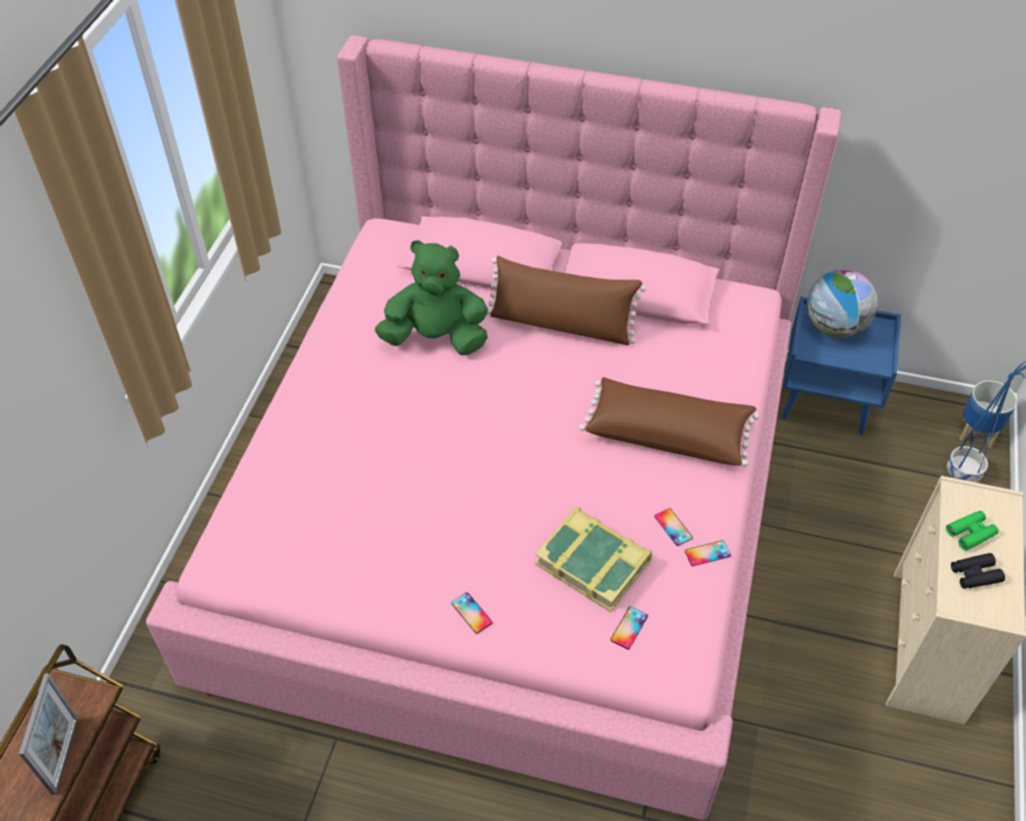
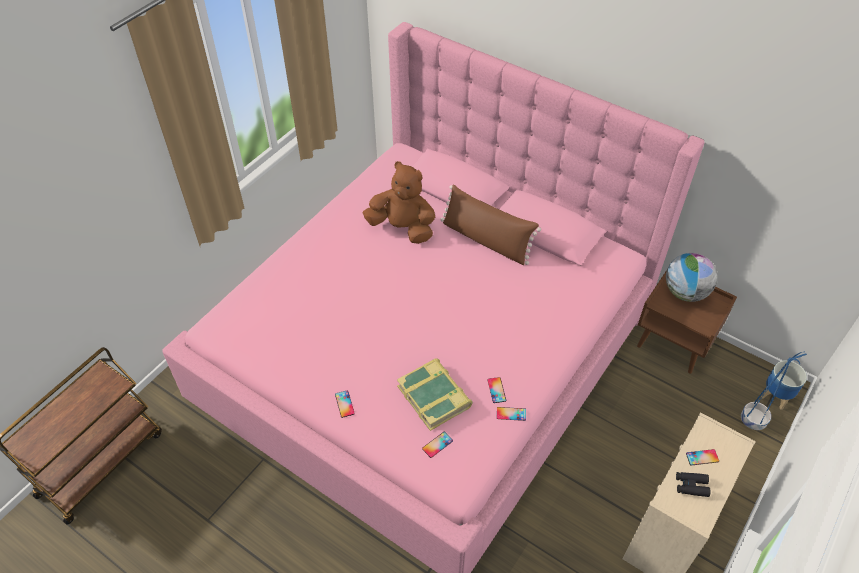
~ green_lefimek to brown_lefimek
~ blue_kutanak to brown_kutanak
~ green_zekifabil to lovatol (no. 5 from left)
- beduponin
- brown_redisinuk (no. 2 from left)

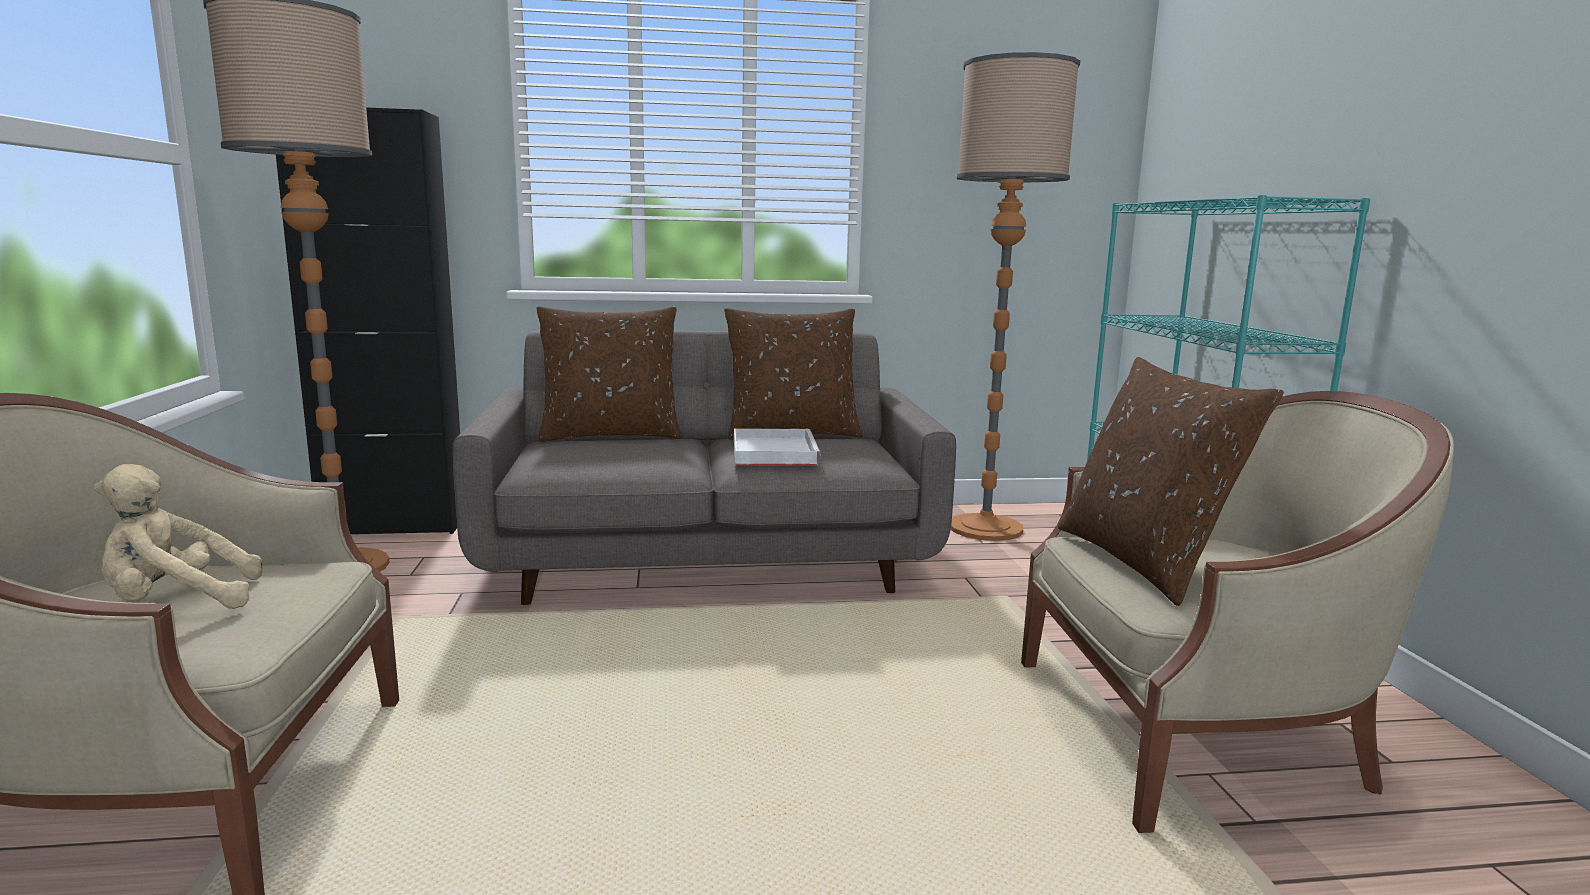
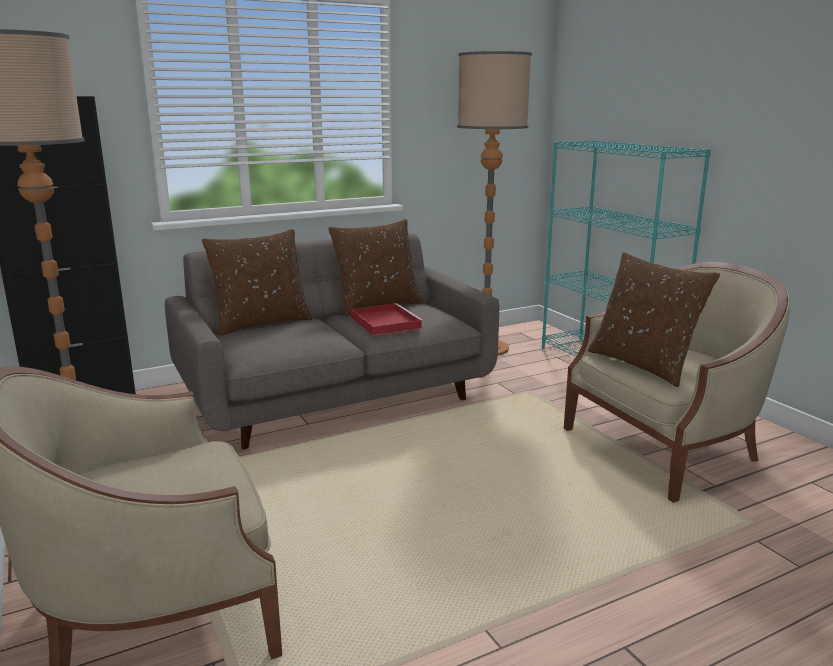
~ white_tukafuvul to red_tukafuvul
- beige_lefimek

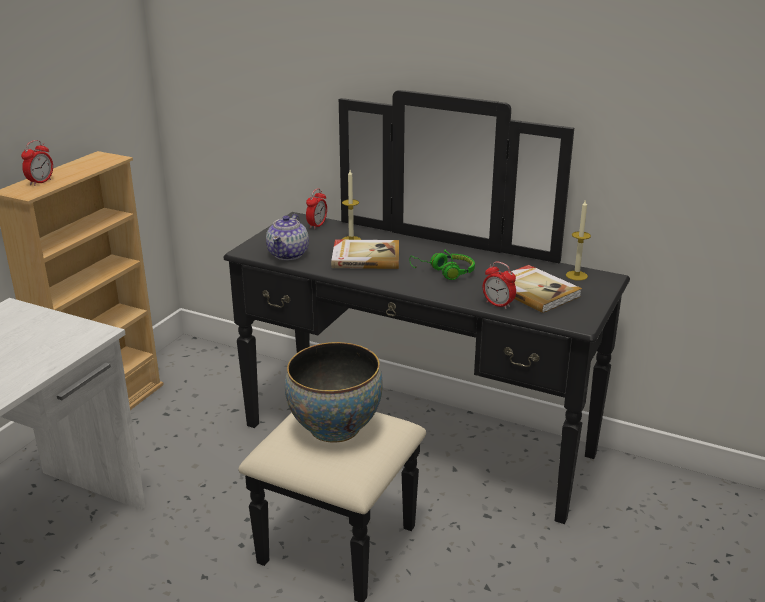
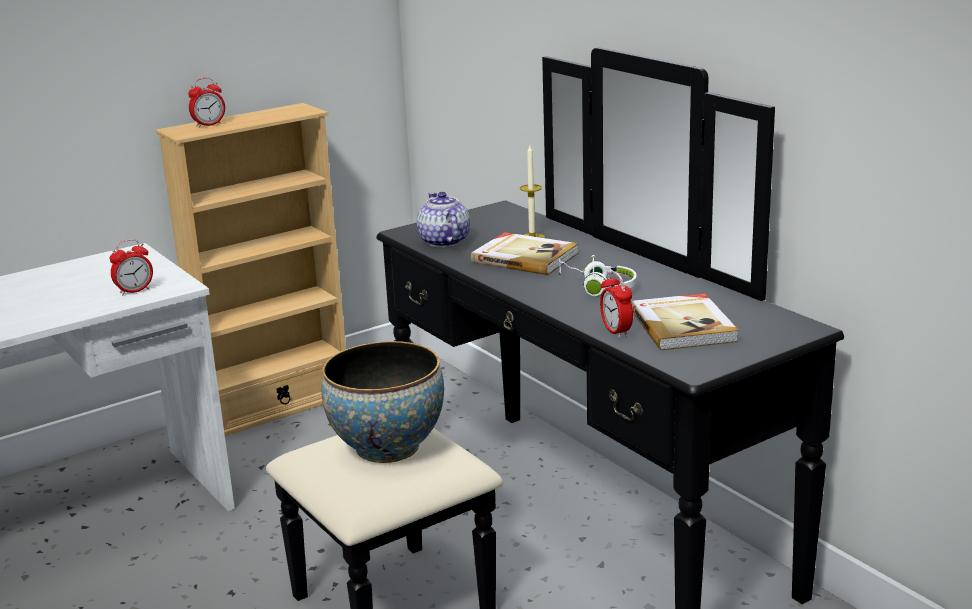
~ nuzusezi (no. 2 from left in the first image) to nuzusezi (no. 1 from left)
~ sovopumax 120 degrees clockwise
~ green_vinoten to white_vinoten
- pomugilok (no. 2 from left)

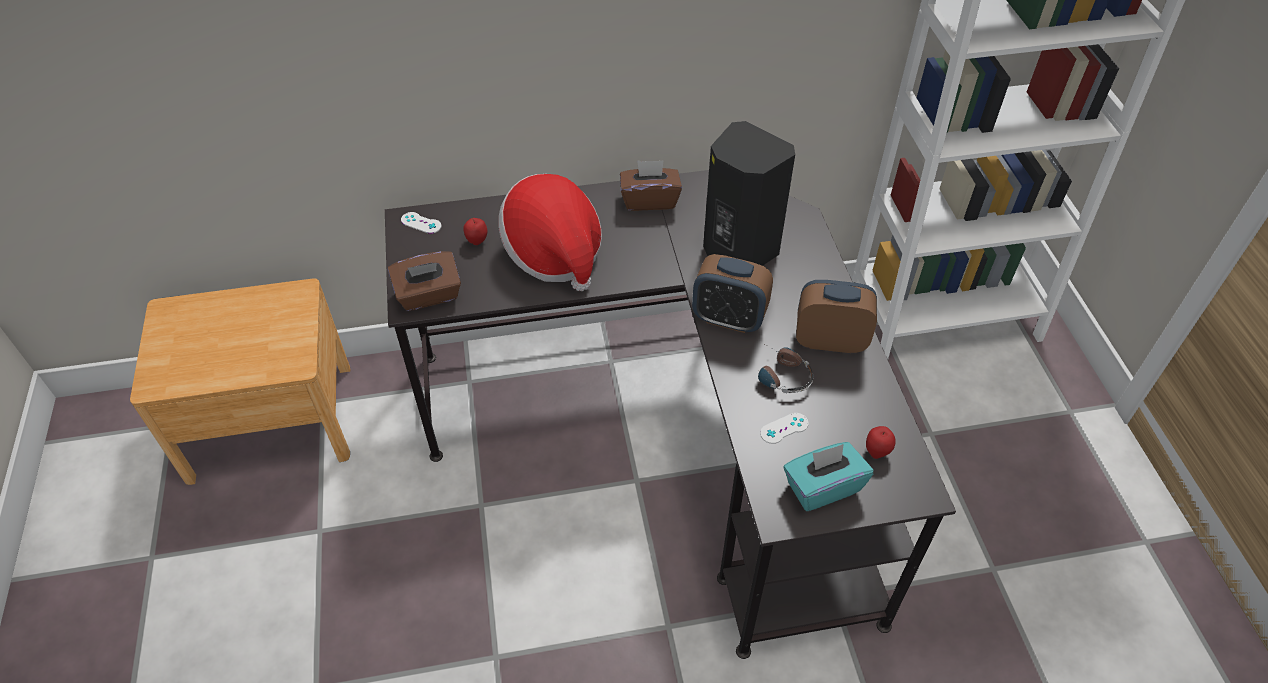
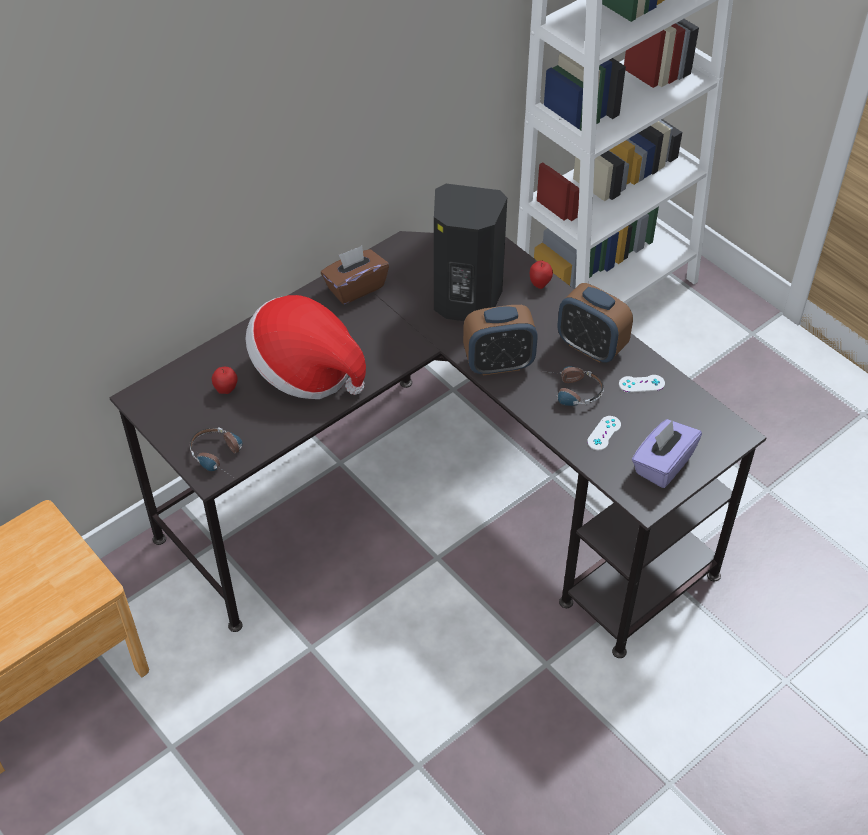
~ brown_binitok (no. 1 from left) to vinoten (no. 1 from left)
~ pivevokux (no. 2 from left)
~ nuzusezi (no. 2 from left) 120 degrees counterclockwise
~ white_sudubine (no. 1 from left in the first image) to white_sudubine (no. 2 from left)
~ turquoise_binitok to purple_binitok

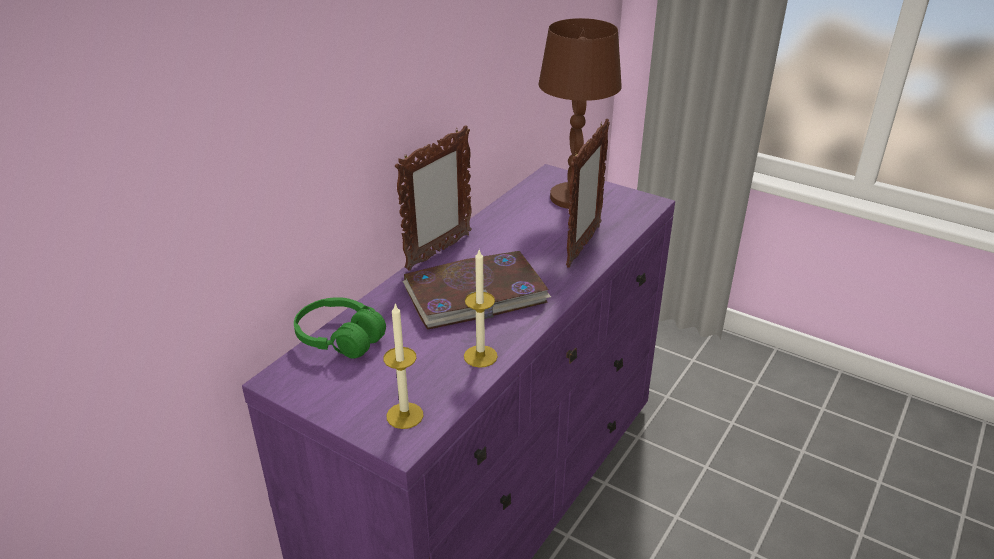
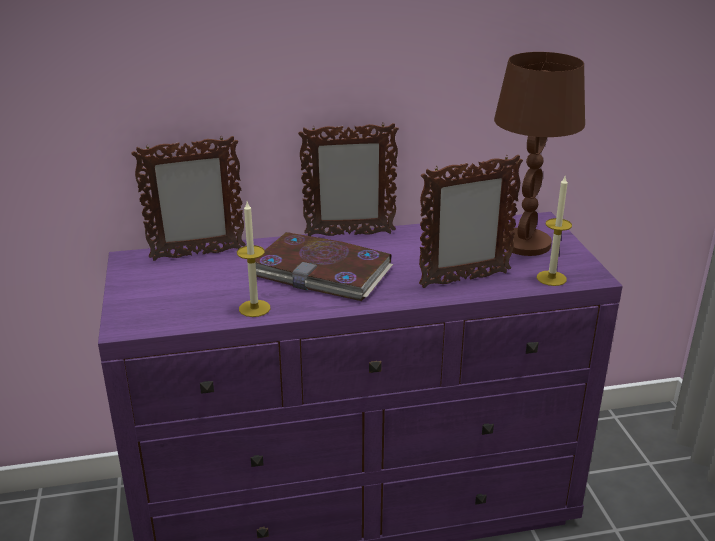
~ green_vinoten to beduponin (no. 1 from left)
~ pomugilok (no. 1 from left in the first image) to pomugilok (no. 2 from left)

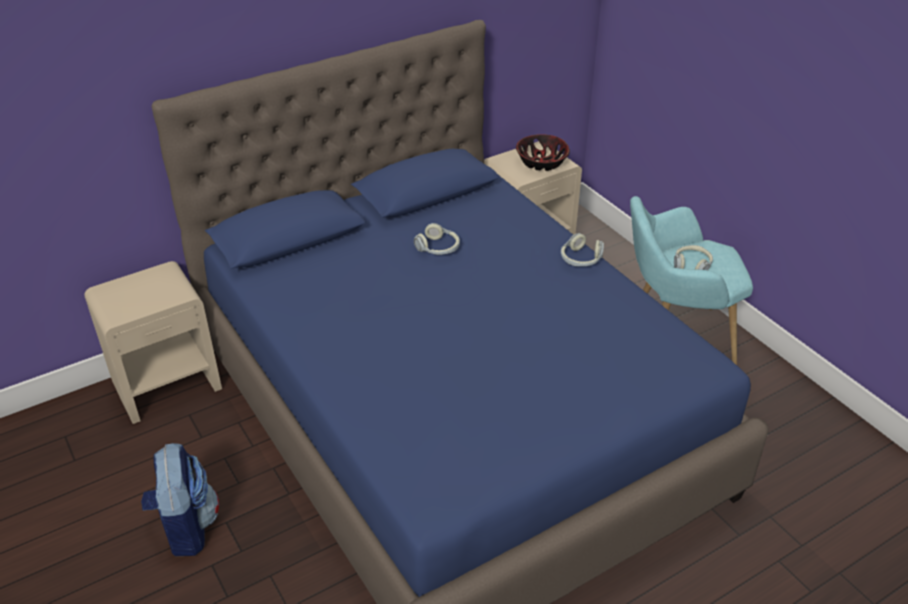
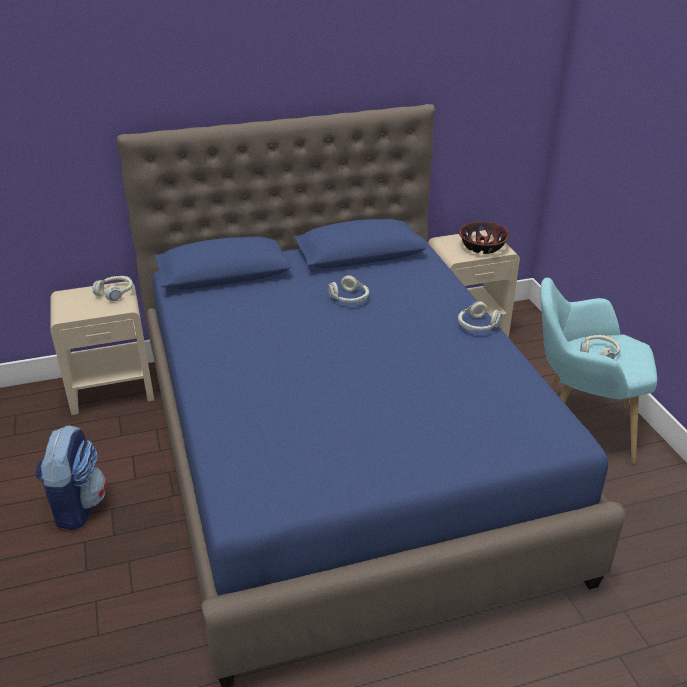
+ vinoten (no. 1 from left)

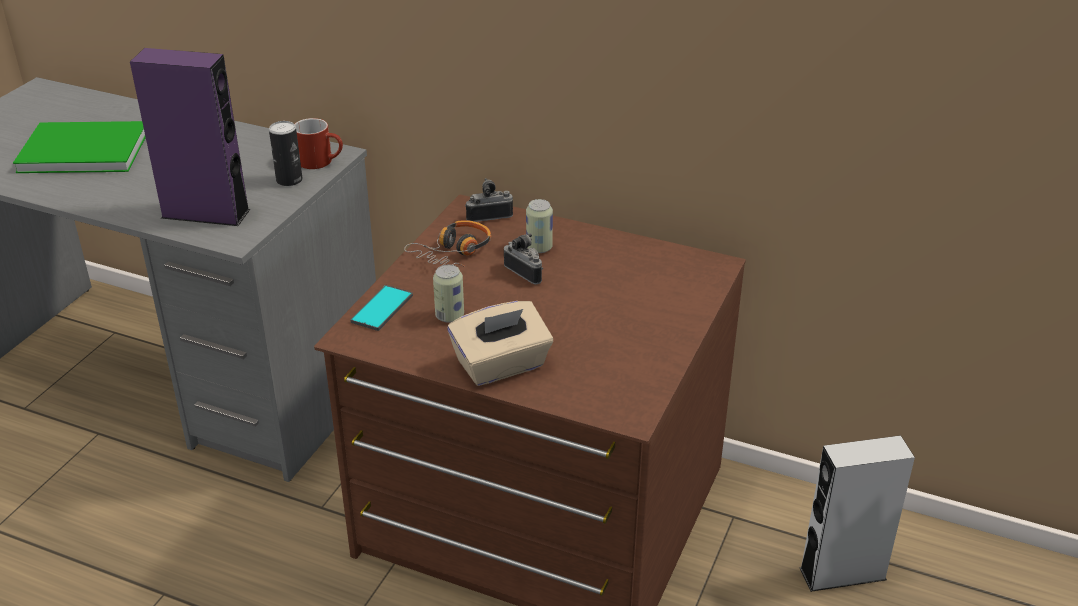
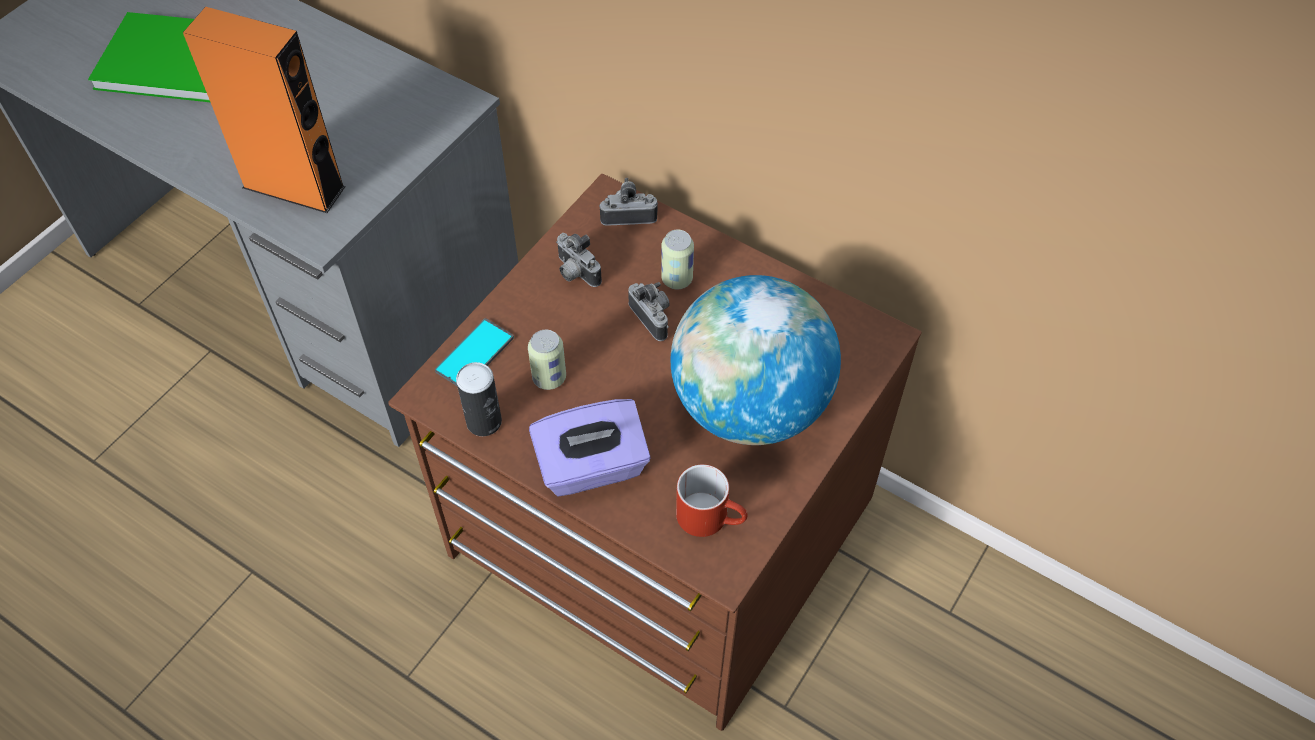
~ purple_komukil to orange_komukil
~ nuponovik (no. 1 from left)
~ beige_binitok to purple_binitok
~ vinoten to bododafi (no. 1 from left)
+ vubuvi
~ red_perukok
- grey_komukil

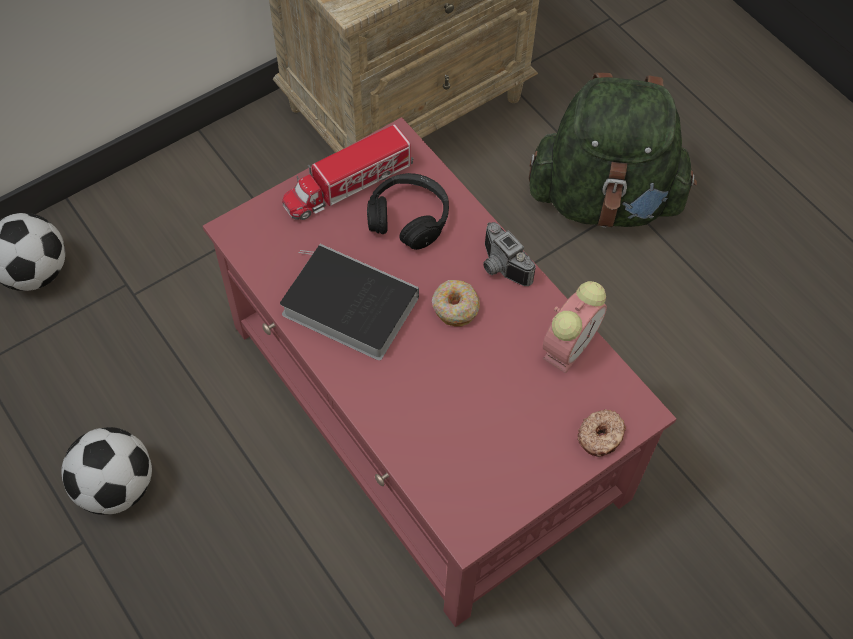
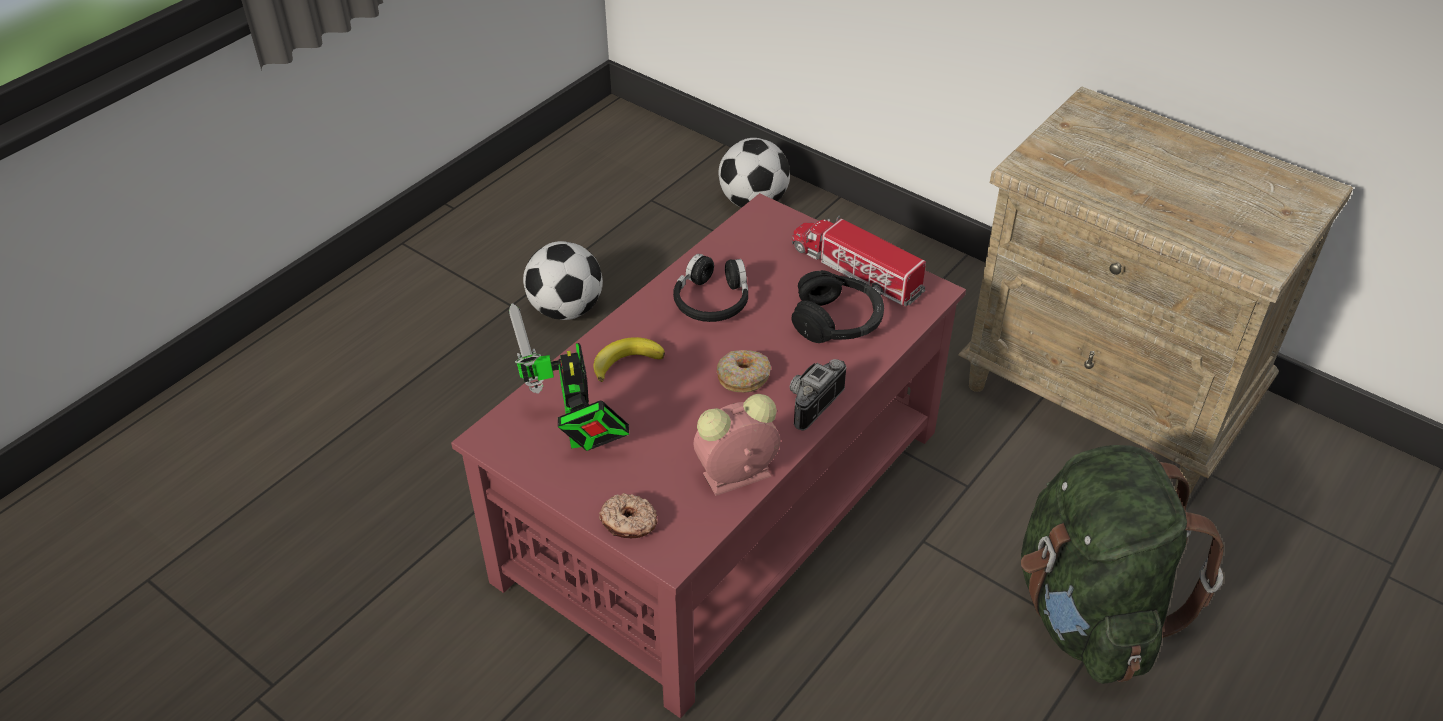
+ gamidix
+ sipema
~ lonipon to black_vinoten (no. 1 from left)
~ nuzusezi 135 degrees clockwise

